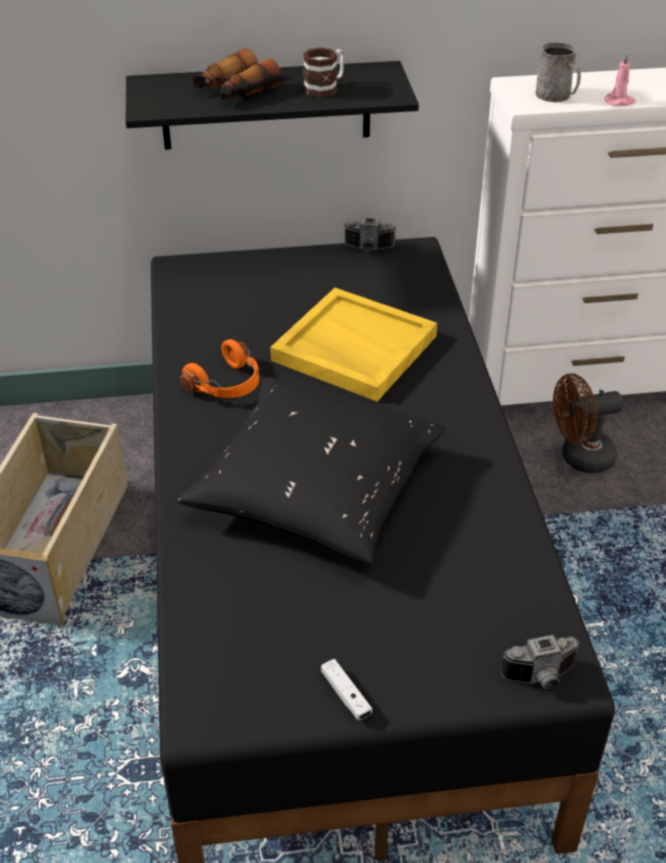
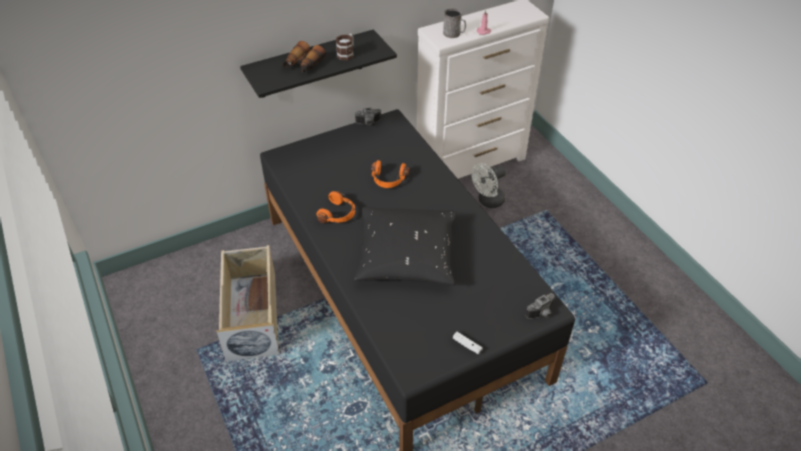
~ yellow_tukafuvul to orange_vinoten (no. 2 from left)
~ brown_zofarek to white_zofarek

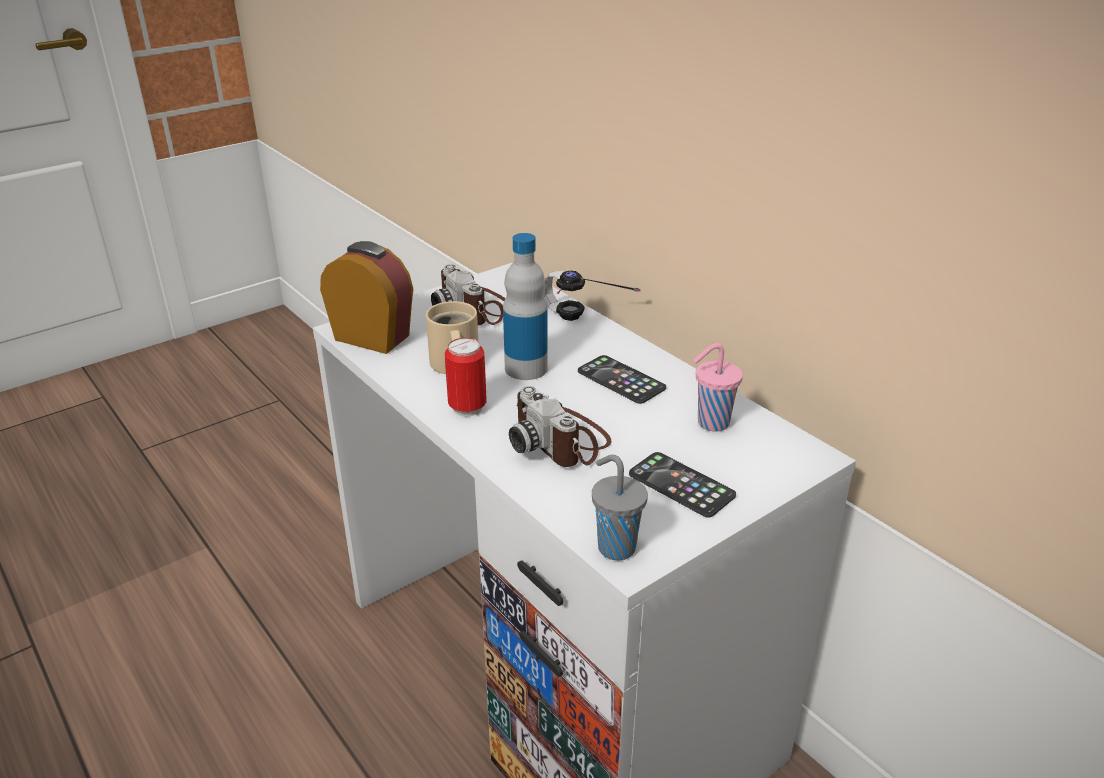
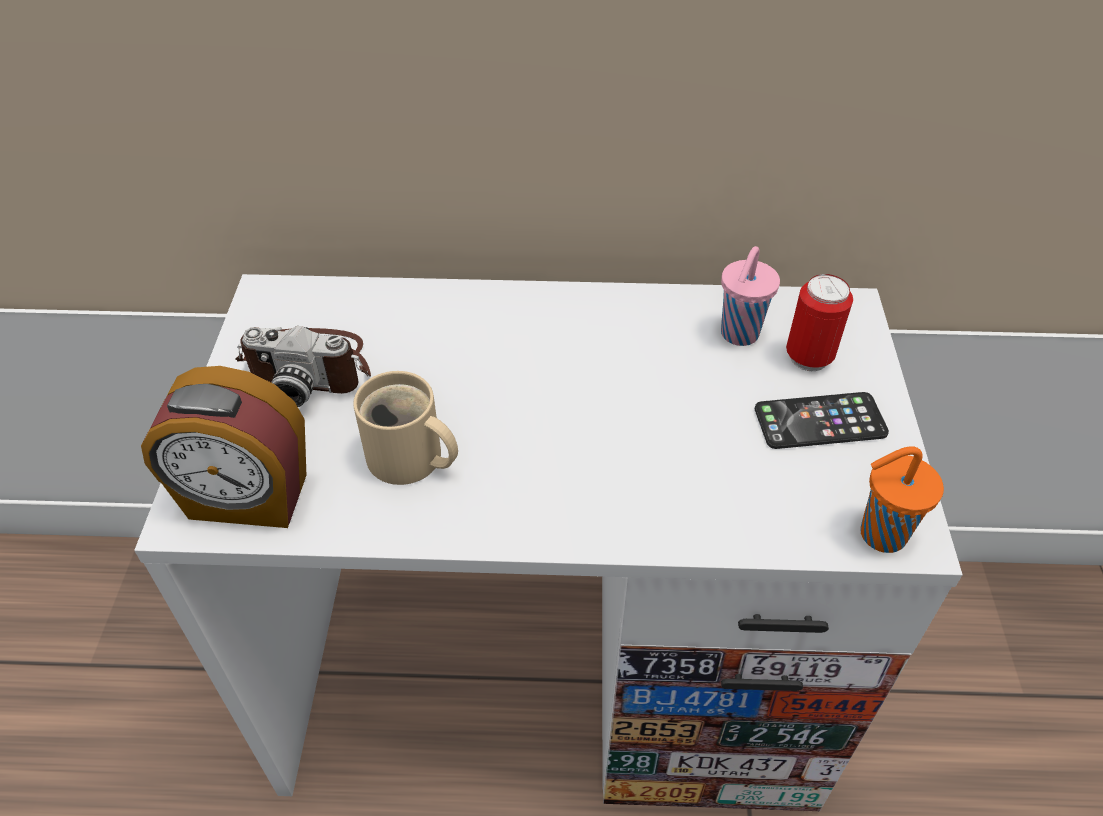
~ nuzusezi 150 degrees counterclockwise
~ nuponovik
~ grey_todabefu to orange_todabefu
- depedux
- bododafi (no. 2 from left)
- vinoten
- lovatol (no. 1 from left)

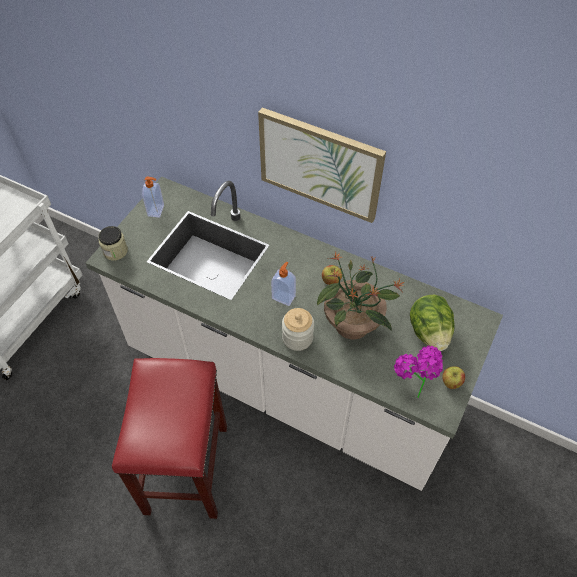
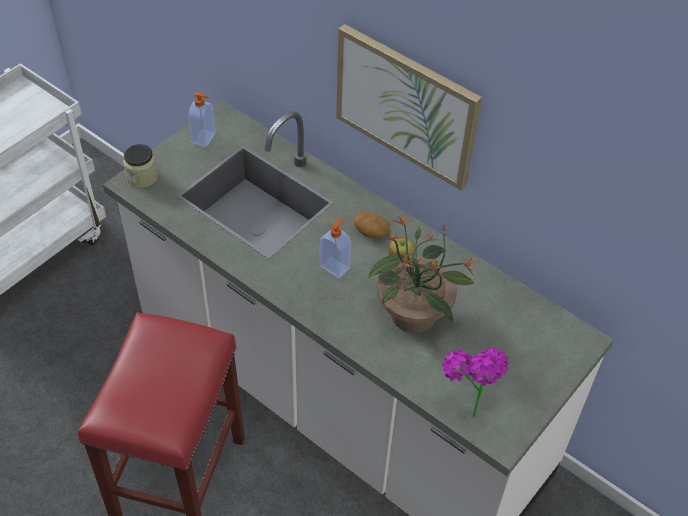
+ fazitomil
- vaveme (no. 2 from left)
- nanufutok
- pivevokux (no. 2 from left)

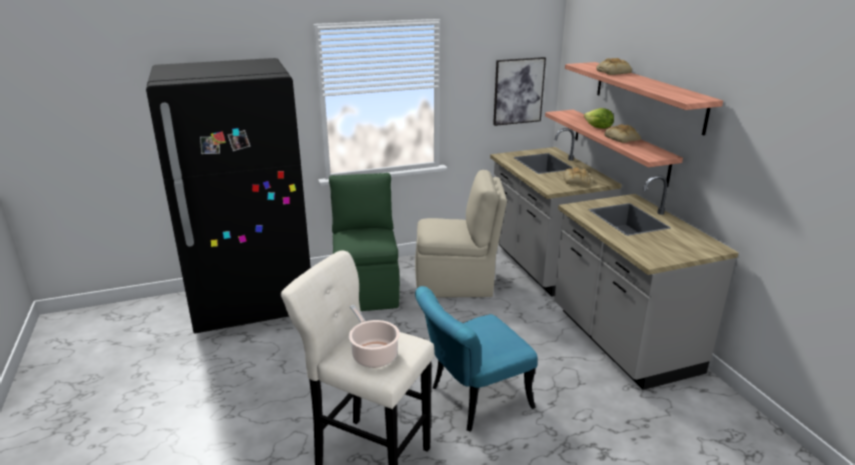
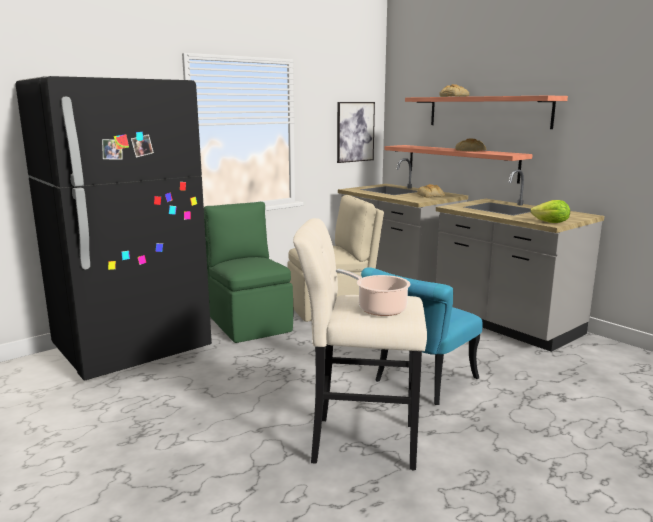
~ nanufutok

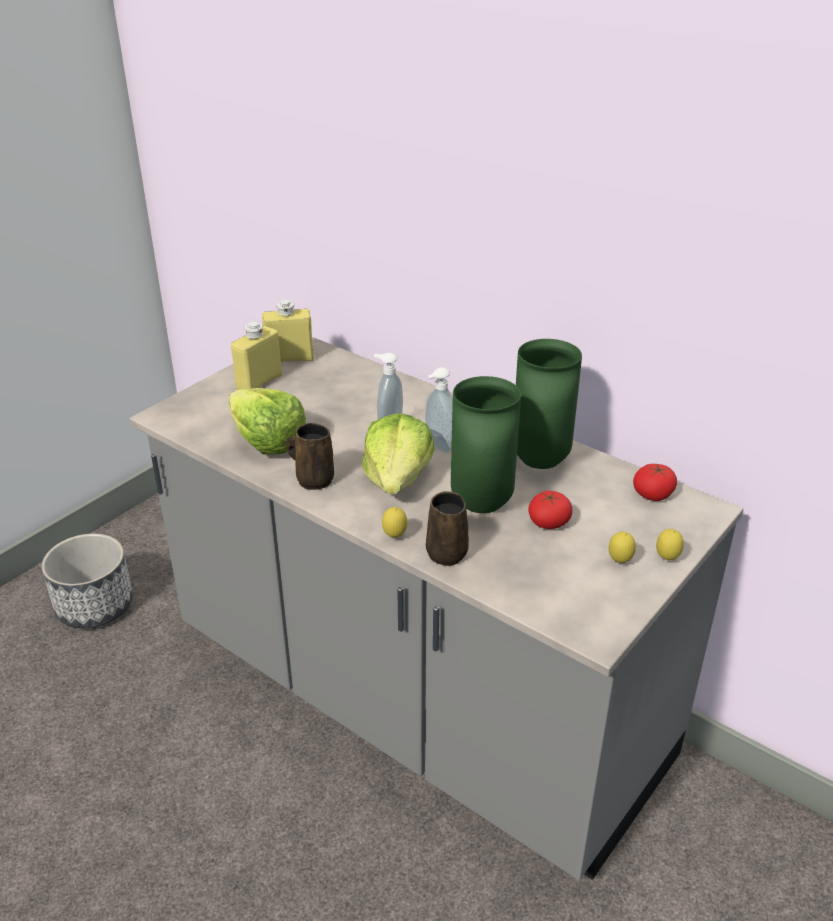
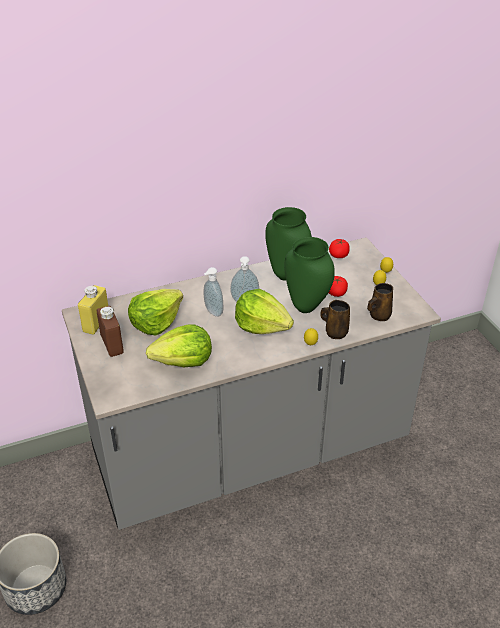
~ yellow_depedux (no. 1 from left) to brown_depedux
+ nanufutok (no. 1 from left)
~ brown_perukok (no. 1 from left in the first image) to brown_perukok (no. 2 from left)

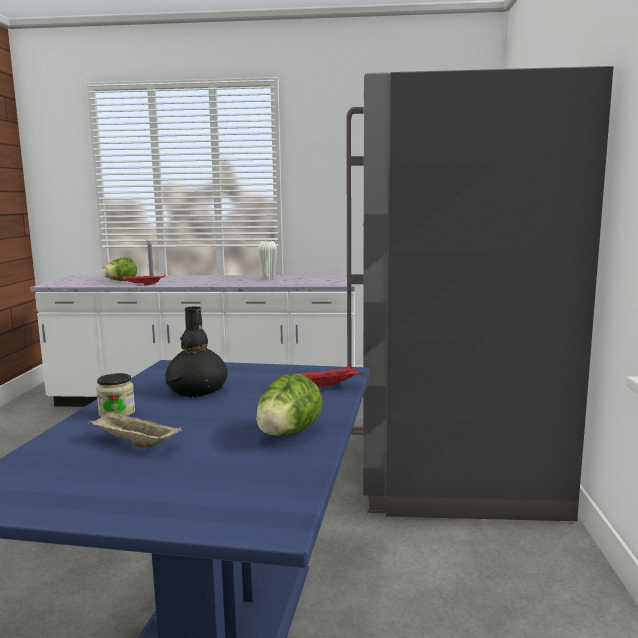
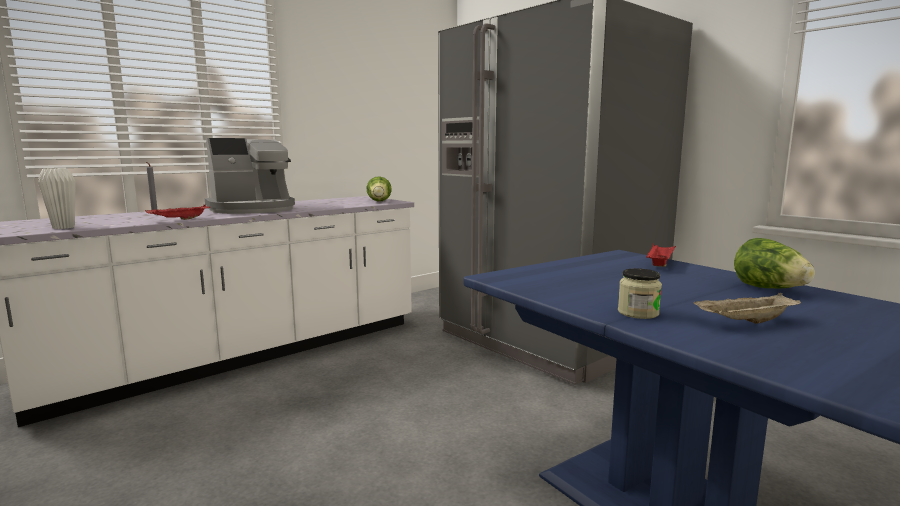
~ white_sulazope
+ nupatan
~ nanufutok (no. 1 from left)
- black_sulazope

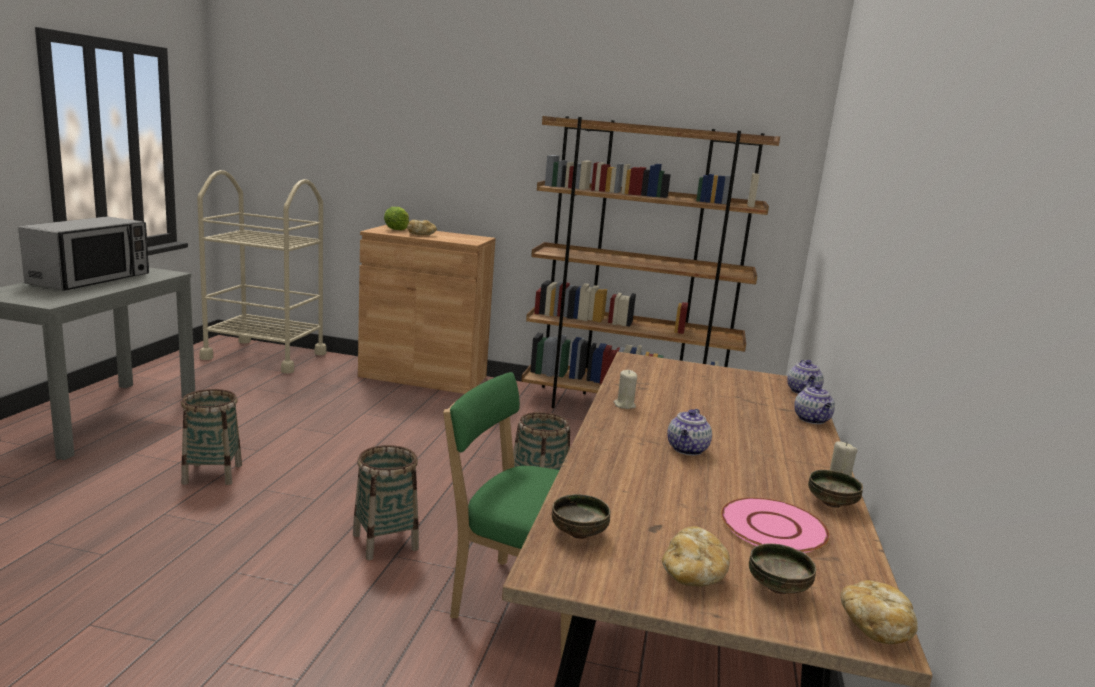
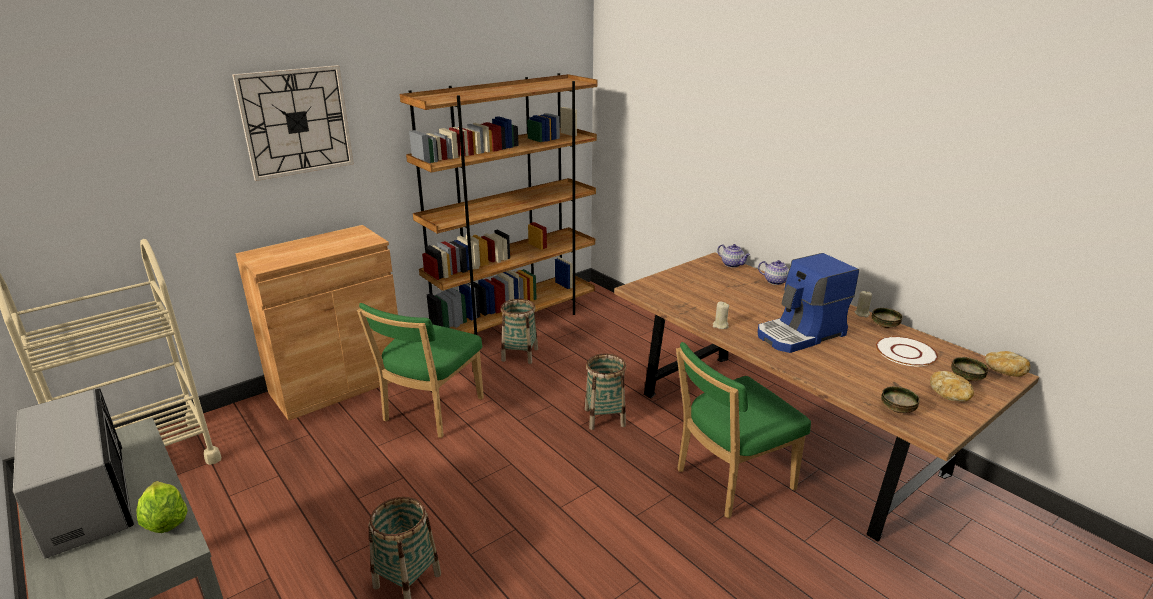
~ nanufutok
+ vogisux
+ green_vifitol (no. 1 from left)
~ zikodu (no. 2 from left)
~ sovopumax (no. 1 from left) to nupatan
~ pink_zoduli to white_zoduli
- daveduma (no. 1 from left)

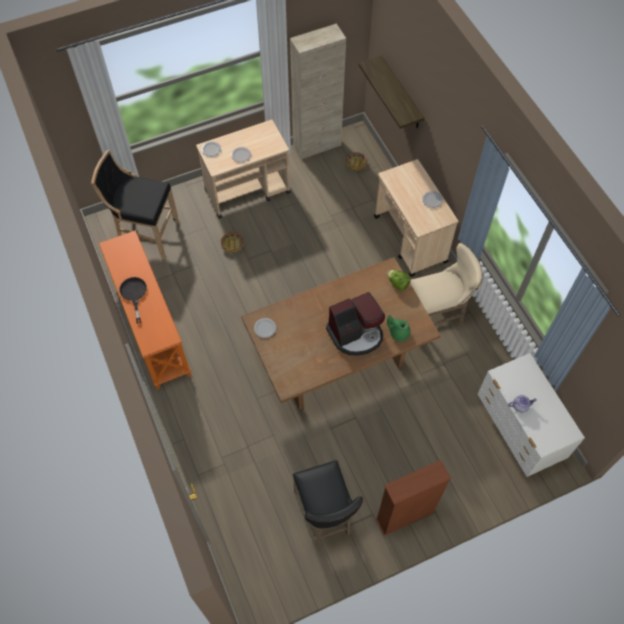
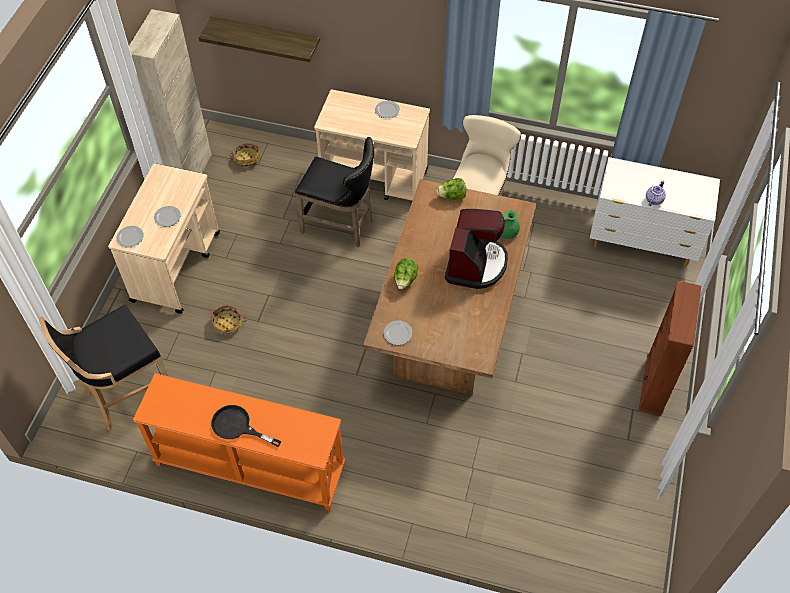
~ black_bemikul (no. 2 from left)
+ nanufutok (no. 1 from left)

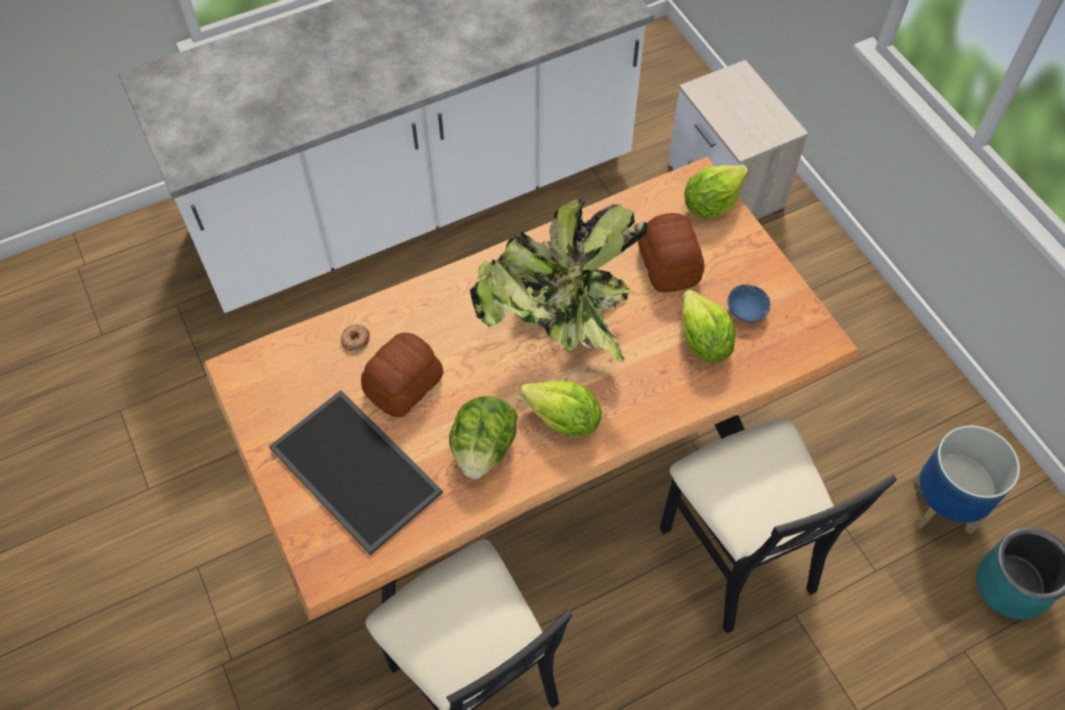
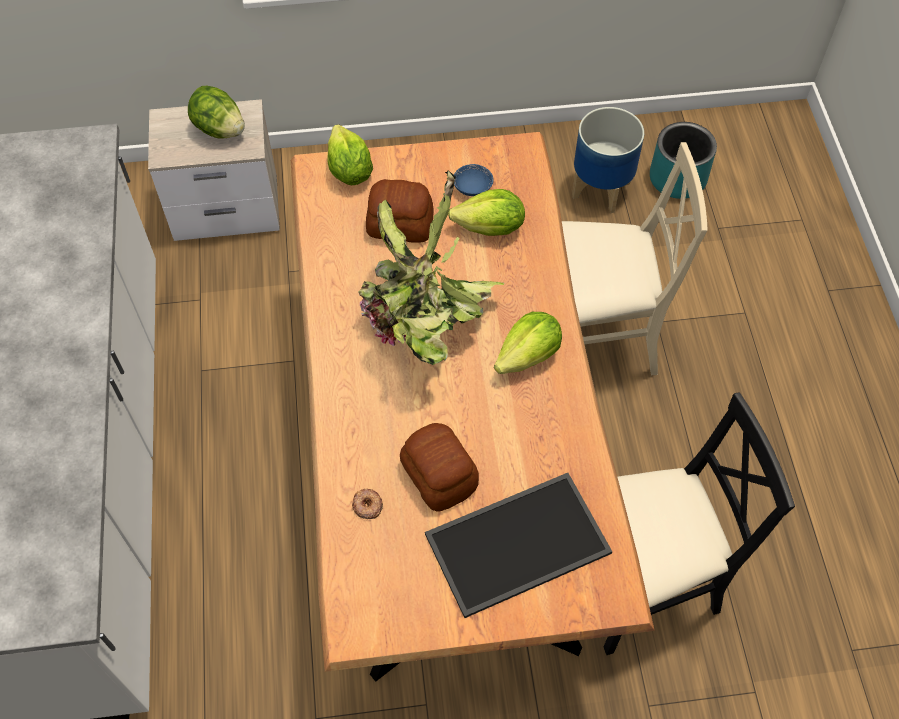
~ nanufutok (no. 1 from left)
~ black_vifitol (no. 2 from left) to beige_vifitol

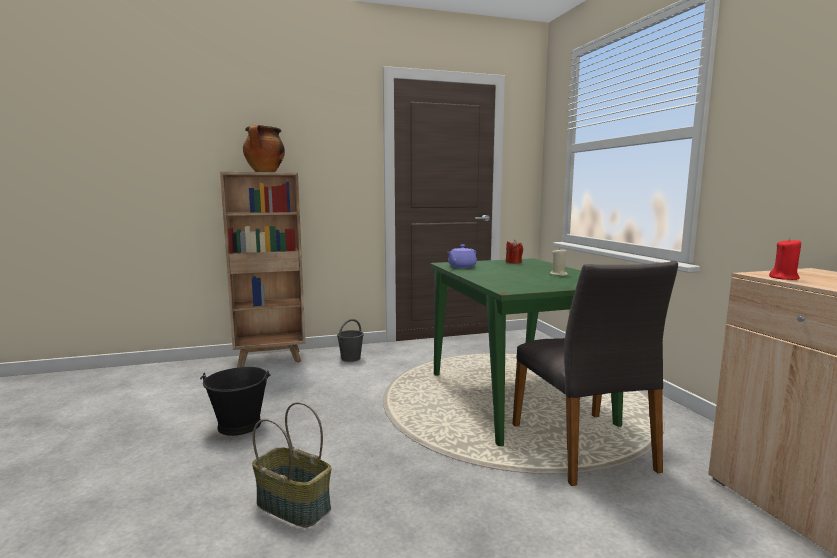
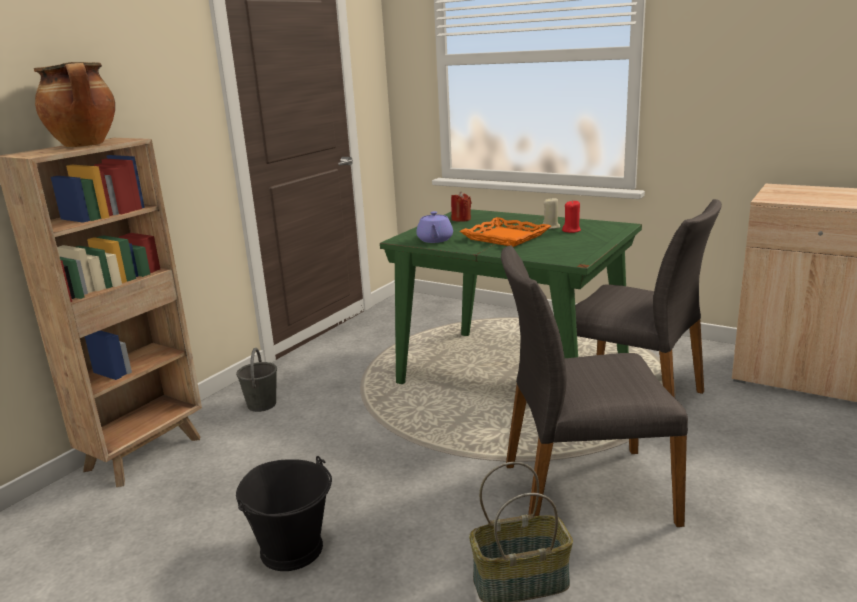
+ orange_tukafuvul
+ grey_vifitol (no. 1 from left)
~ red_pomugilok (no. 2 from left)

